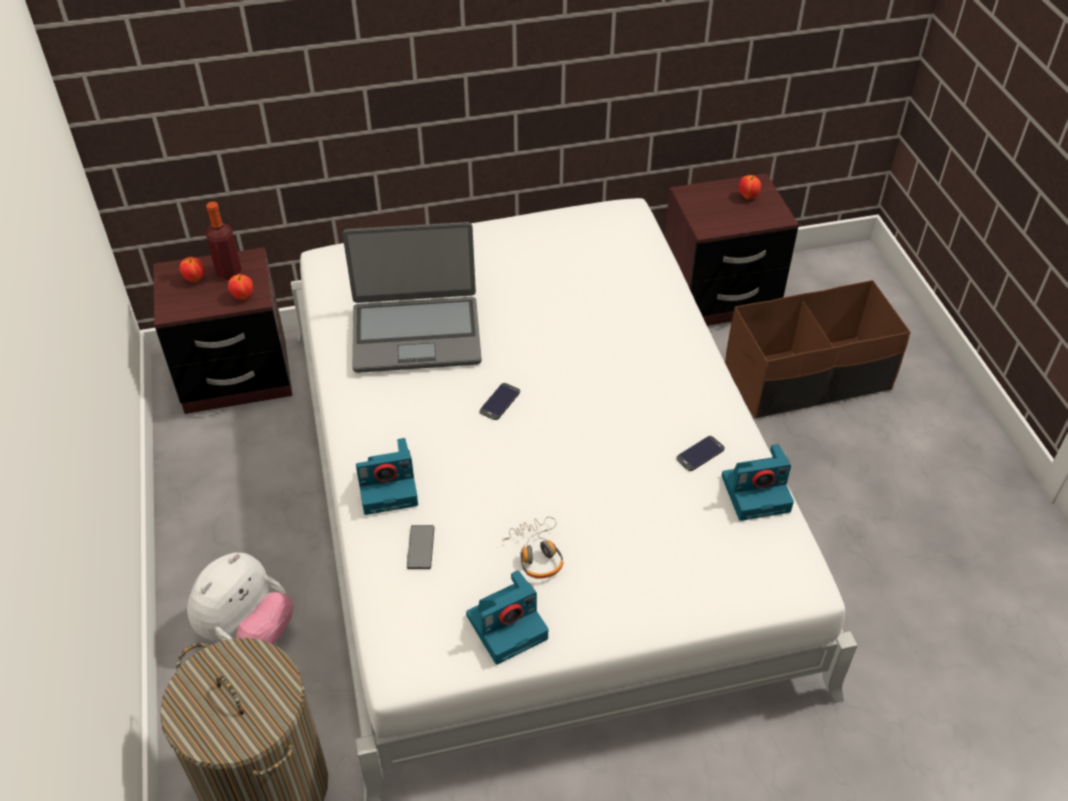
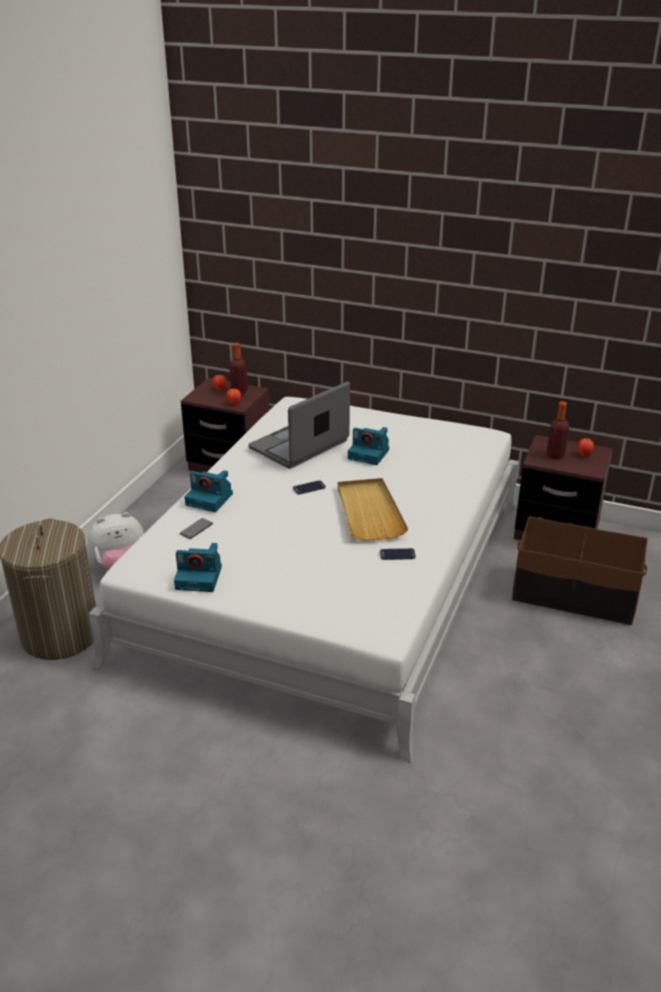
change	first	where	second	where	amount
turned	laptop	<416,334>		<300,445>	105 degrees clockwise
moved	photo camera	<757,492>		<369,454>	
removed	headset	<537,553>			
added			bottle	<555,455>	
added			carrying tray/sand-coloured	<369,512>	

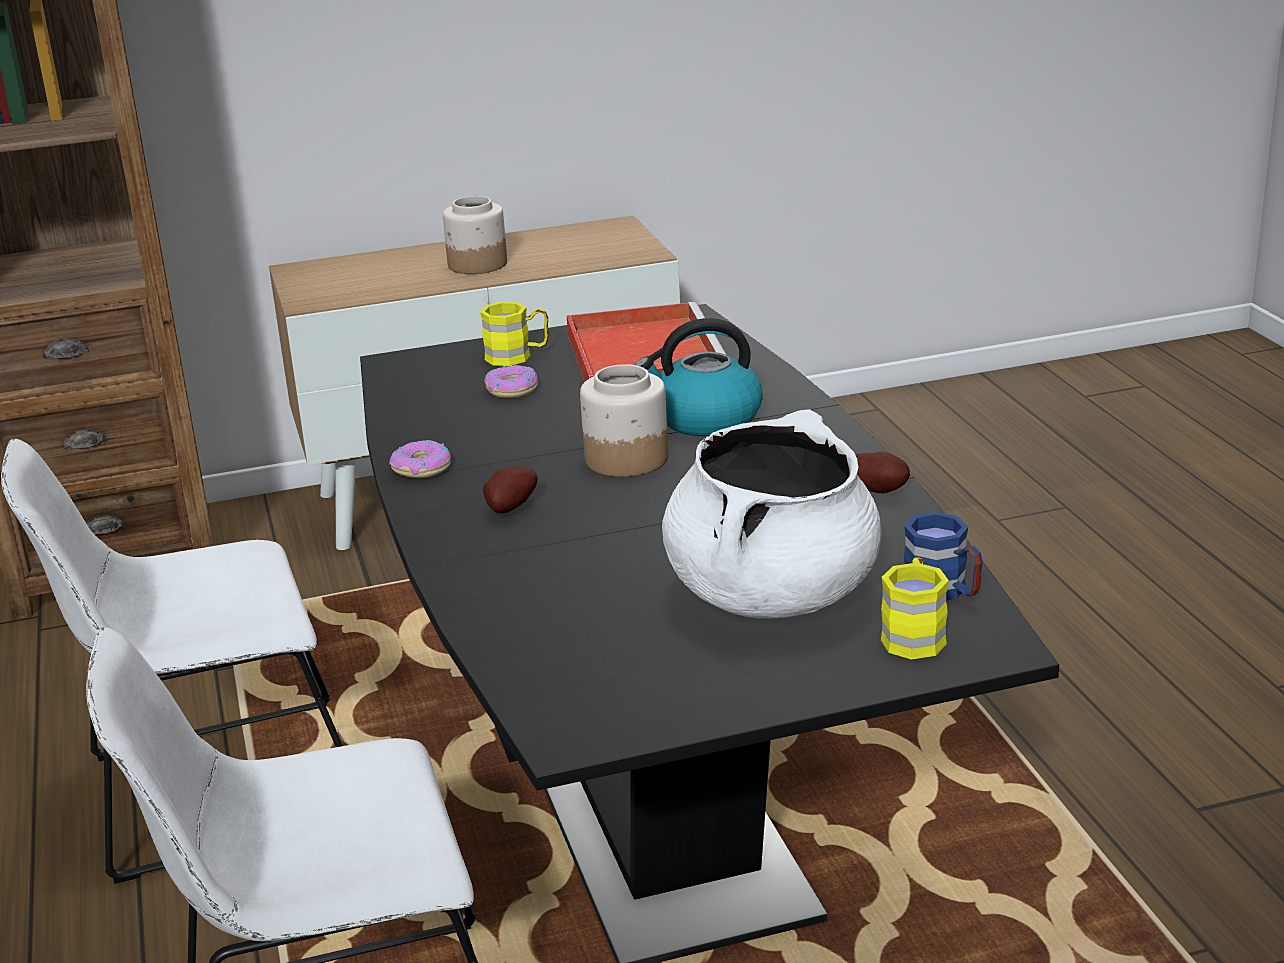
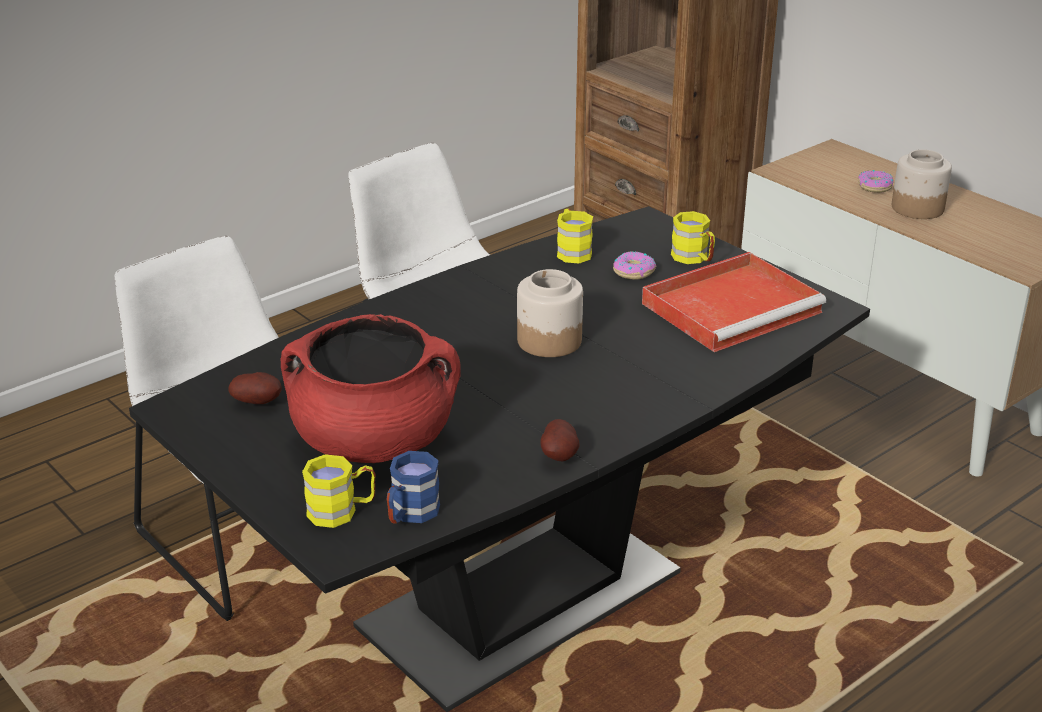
change	first	where	second	where	amount
removed	tea kettle	<705,419>			
recoloured	cooking pot/whitish	<772,594>	cooking pot/red	<375,442>	
moved	ring doughnut	<421,468>		<874,186>	
moved	spud	<508,509>		<259,402>	
added			coffee mug/yellowish	<572,251>	

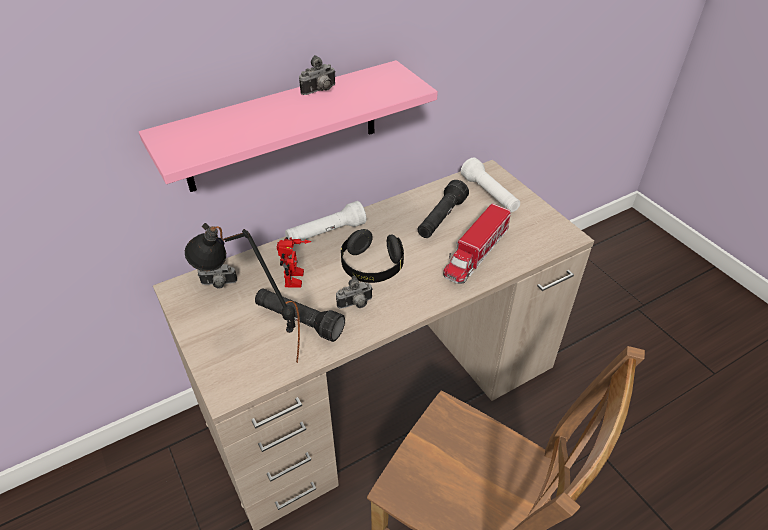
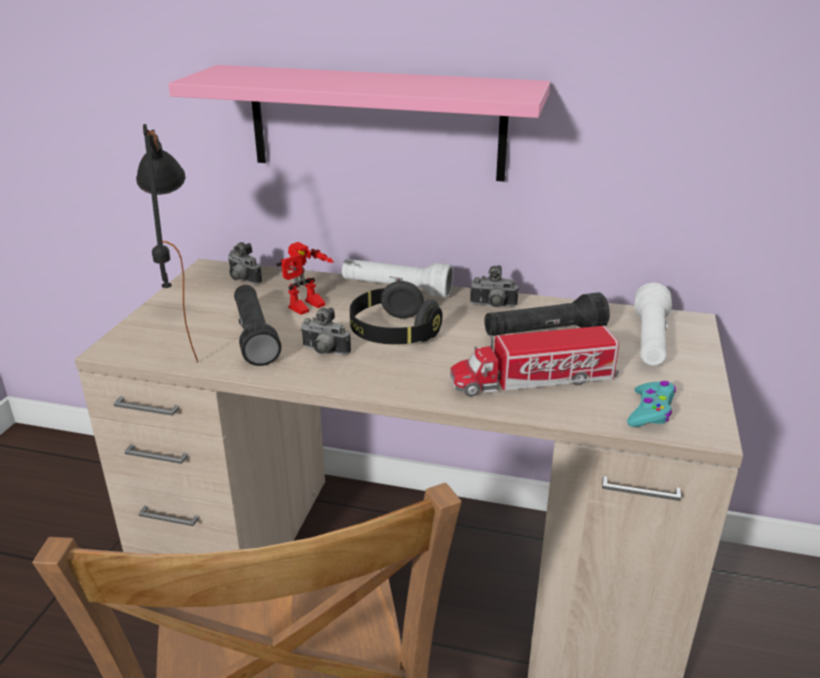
change	first	where	second	where	amount
moved	photo camera	<320,91>		<493,306>	
added			game controller/turquoise	<650,411>	

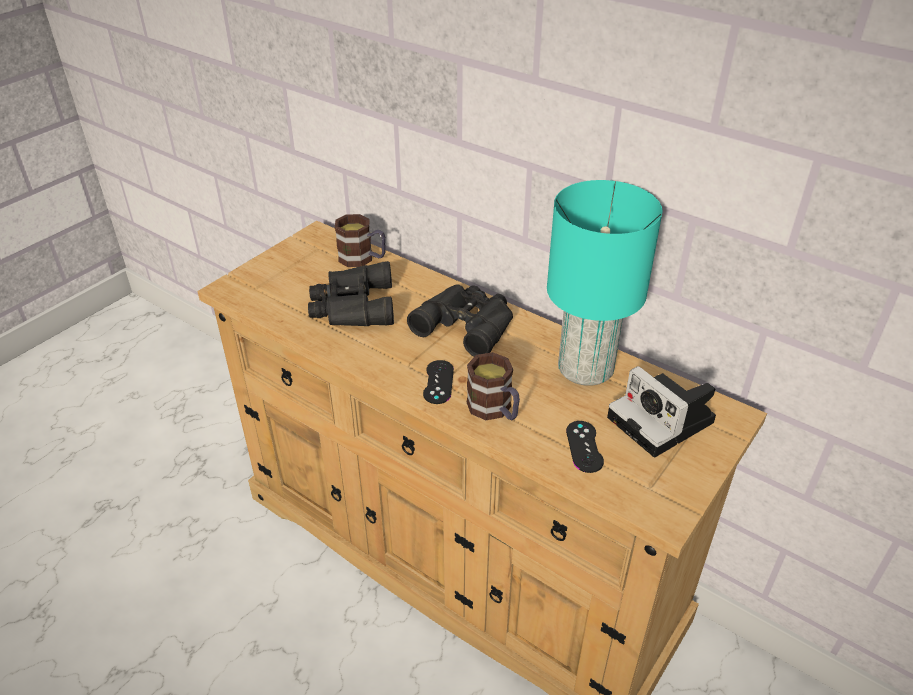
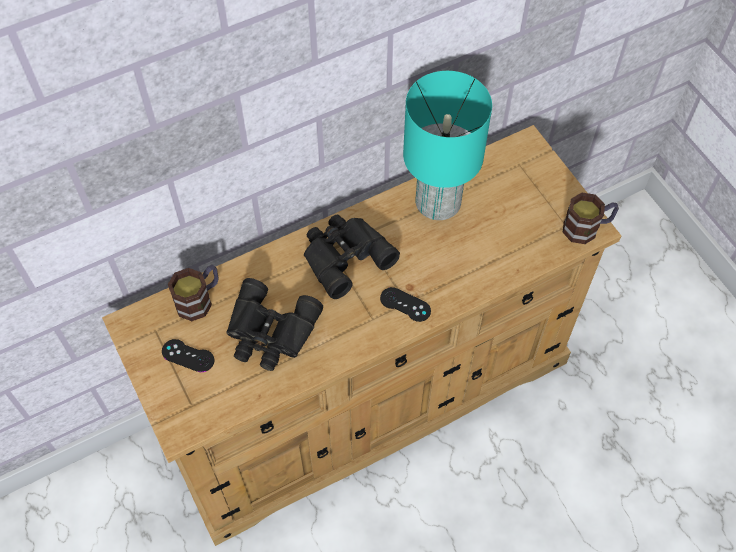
change	first	where	second	where	amount
moved	coffee mug	<495,410>		<587,228>	
removed	photo camera	<664,422>			
moved	game controller/black-coloured	<584,446>		<188,356>	

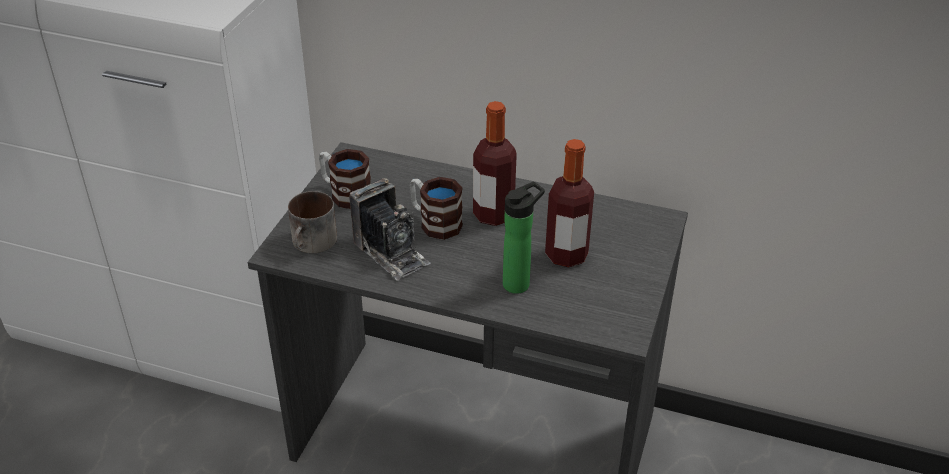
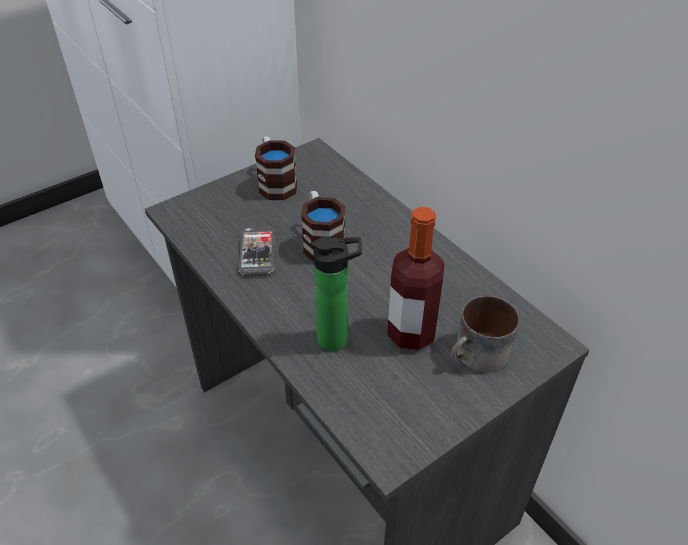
change	first	where	second	where	amount
removed	bottle	<493,215>			
replaced	photo camera	<391,252>	telephone	<257,253>	
moved	coffee mug	<313,243>		<478,356>	

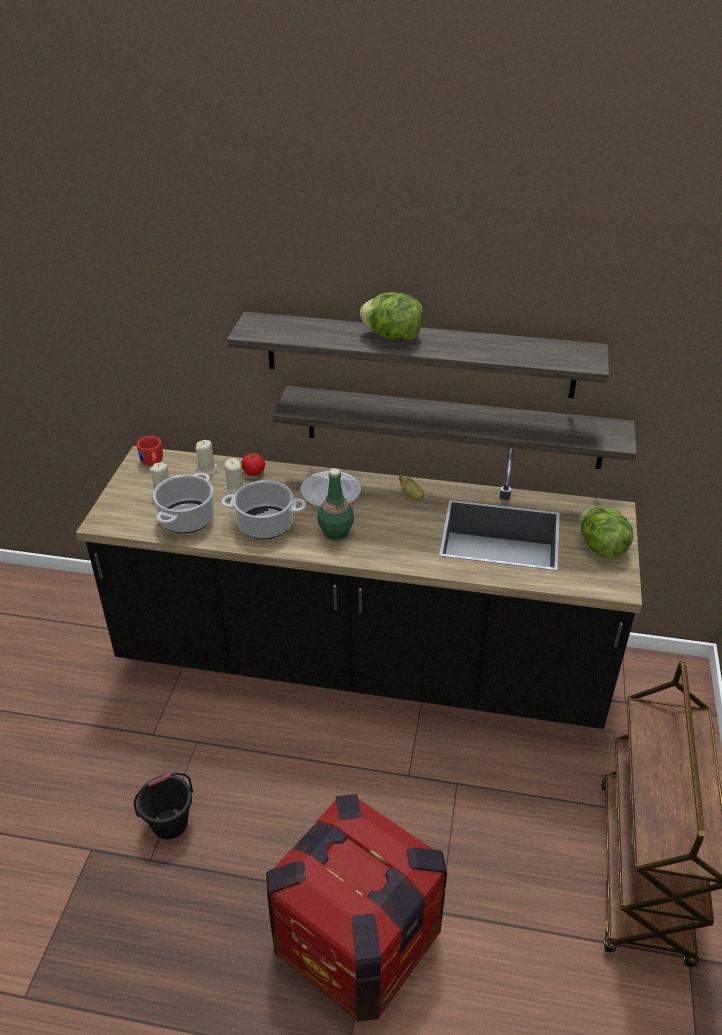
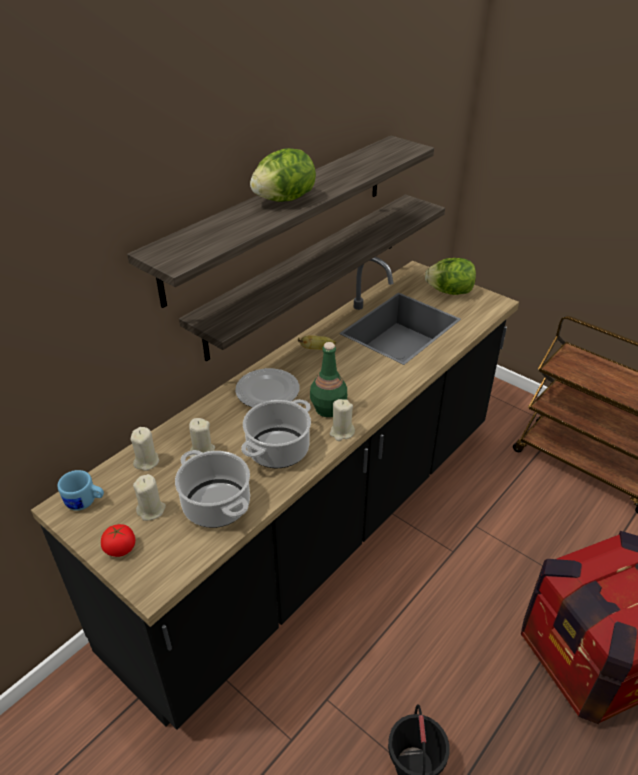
change	first	where	second	where	amount
recoloured	coffee mug/red	<152,463>	coffee mug/blue-coloured	<85,502>	
moved	tomato	<253,472>		<120,549>	
added			candle/sand-coloured	<341,432>	

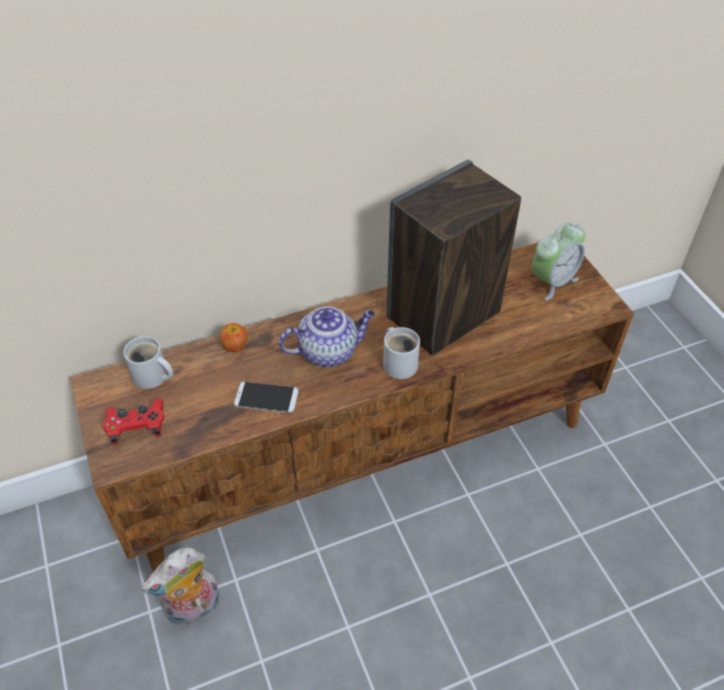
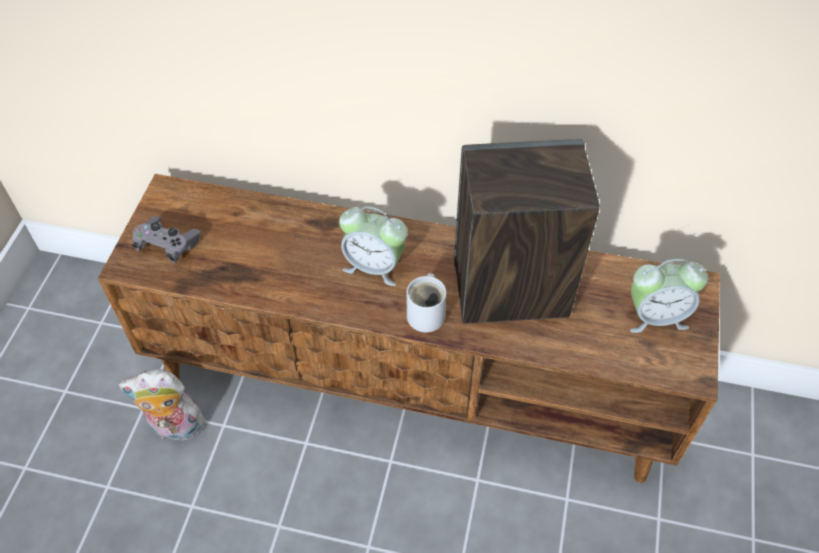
change	first	where	second	where	amount
replaced	pot for tea	<329,351>	table clock	<374,266>	
removed	whole apple	<235,346>			
removed	coffee mug/whitish	<152,377>			
removed	telephone	<266,398>			
recoloured	game controller/red	<137,427>	game controller/grey	<168,245>	

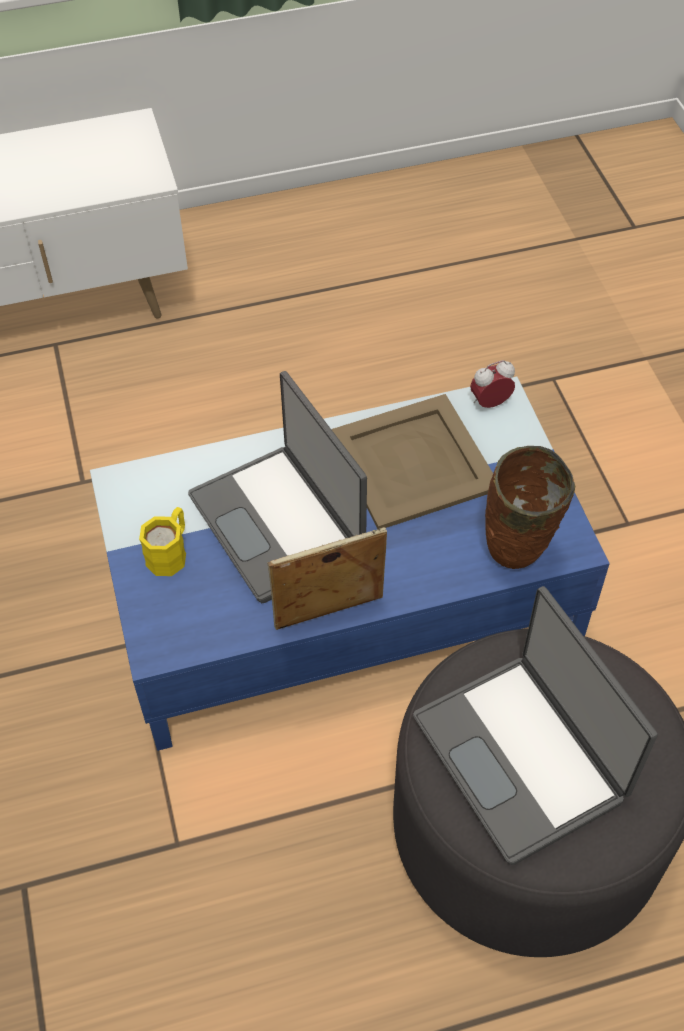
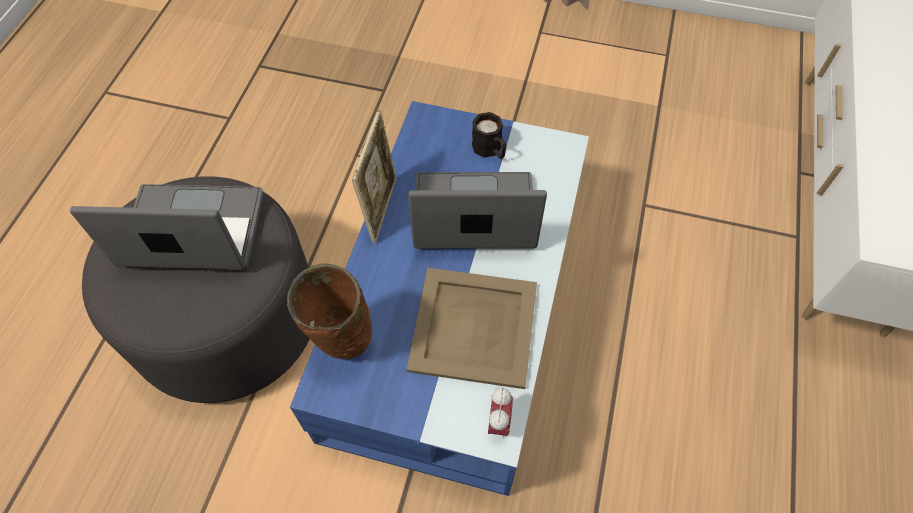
change	first	where	second	where	amount
recoloured	coffee mug/yellowish	<170,552>	coffee mug/black-coloured	<490,150>	

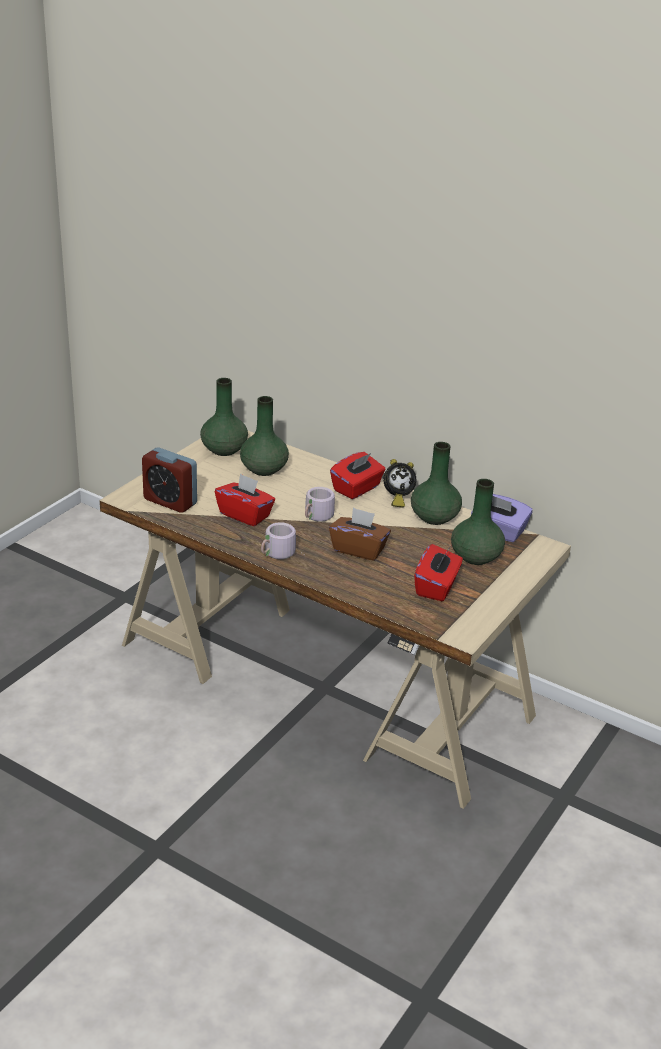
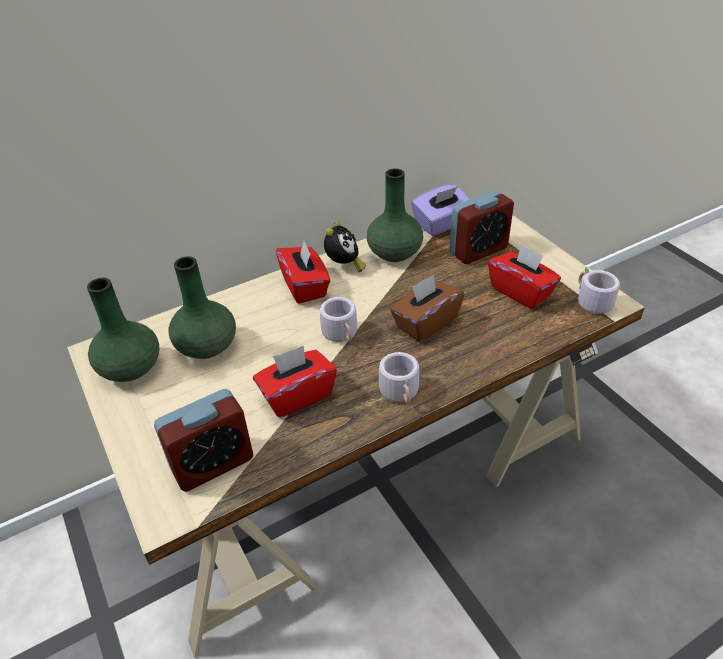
change	first	where	second	where	amount
replaced	decorative vase/green-coloured	<476,557>	table clock	<478,250>	
added			coffee mug/grey	<590,302>	

